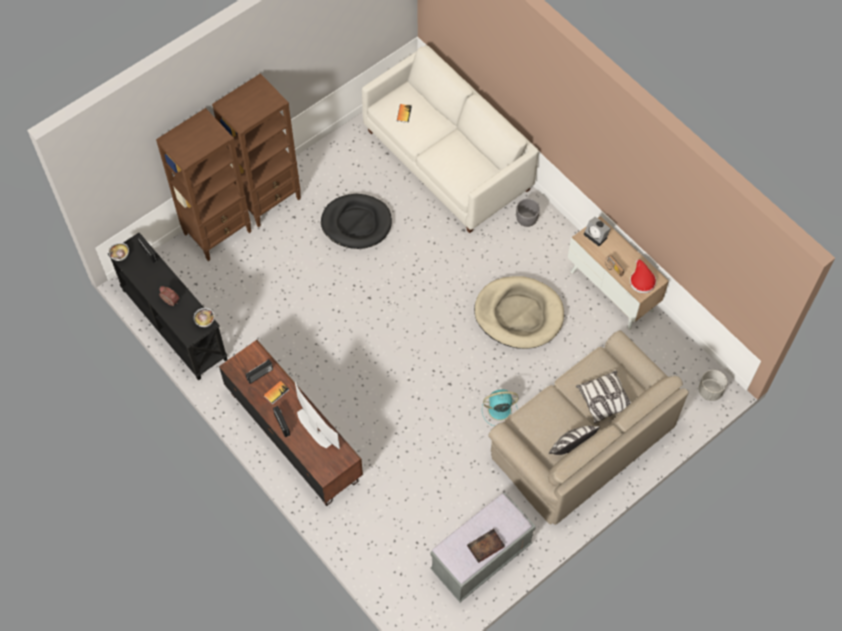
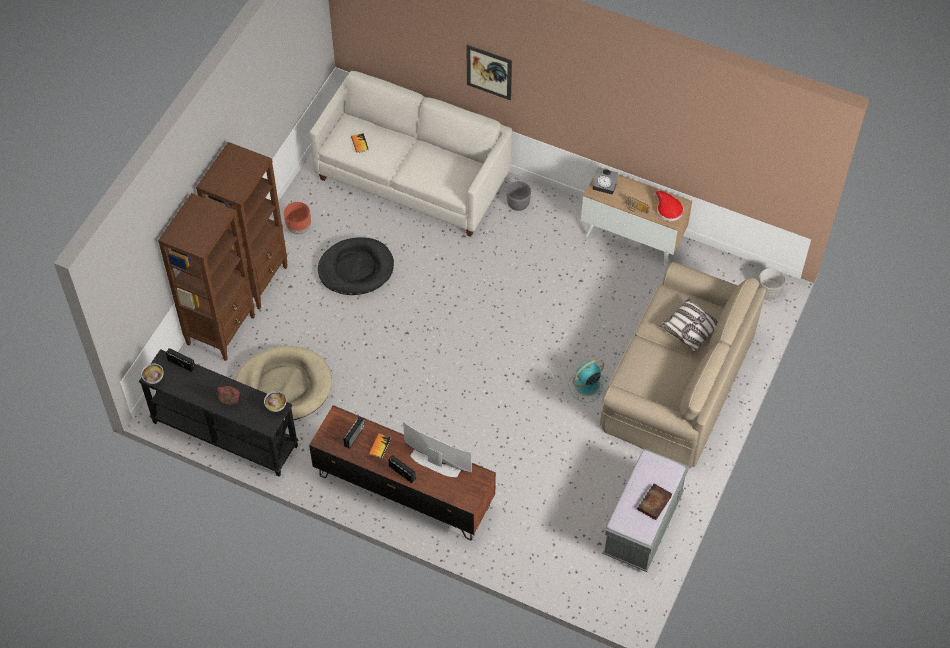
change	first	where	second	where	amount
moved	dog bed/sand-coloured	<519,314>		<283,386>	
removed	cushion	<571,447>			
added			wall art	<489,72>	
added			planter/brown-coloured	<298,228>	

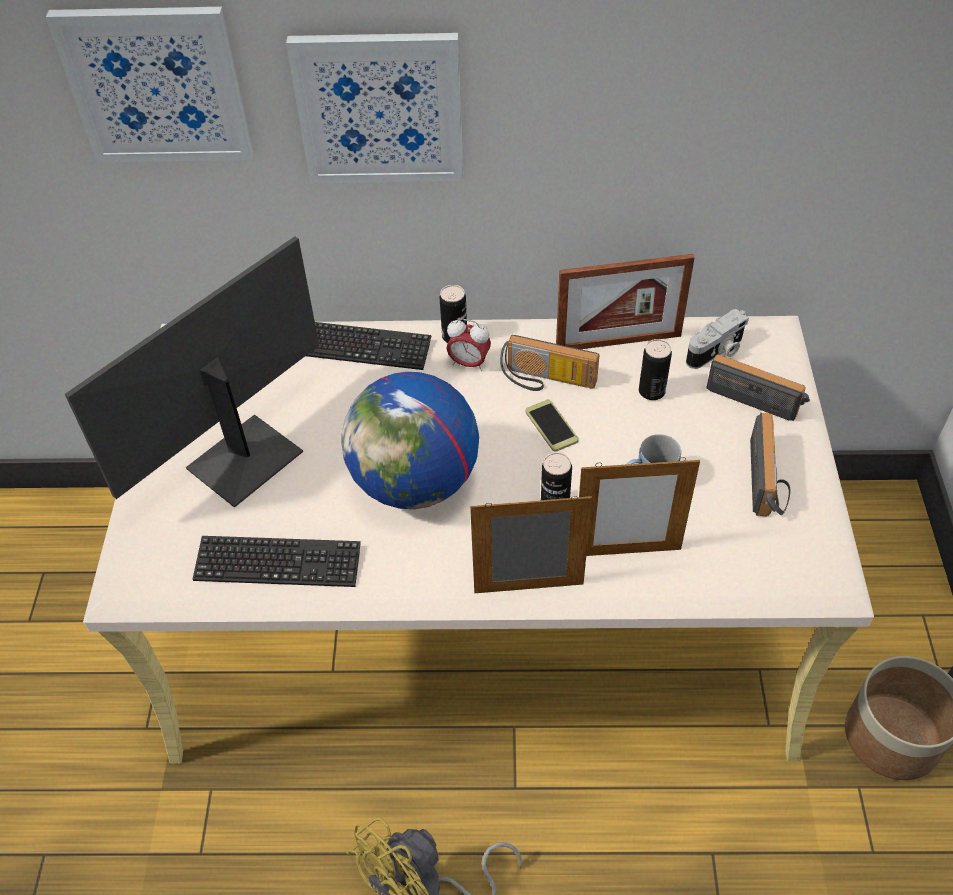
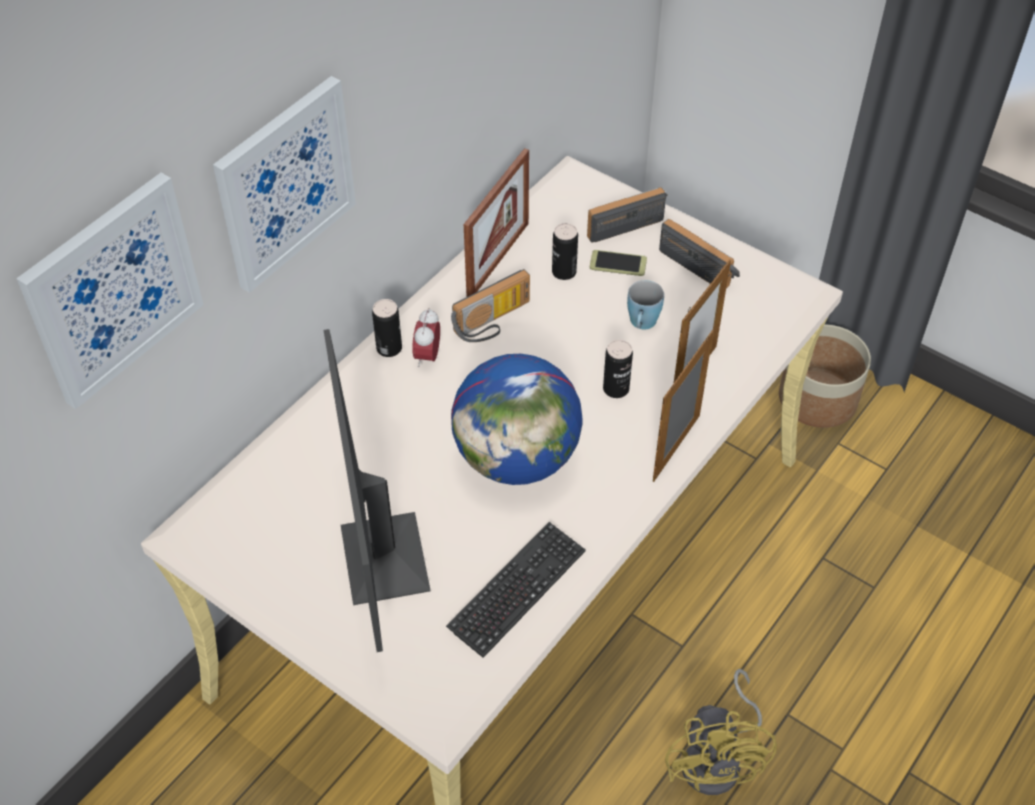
change	first	where	second	where	amount
removed	photo camera	<716,352>			
turned	table clock	<469,363>		<428,356>	135 degrees clockwise
removed	keyboard	<360,347>			
moved	telephone	<551,426>		<618,263>	

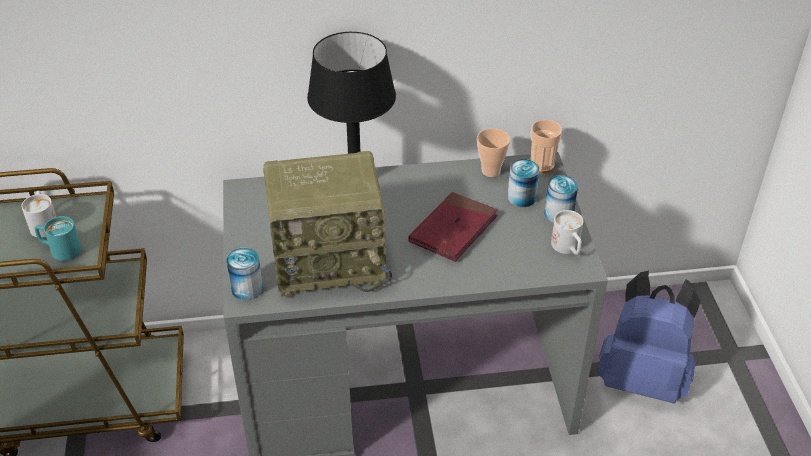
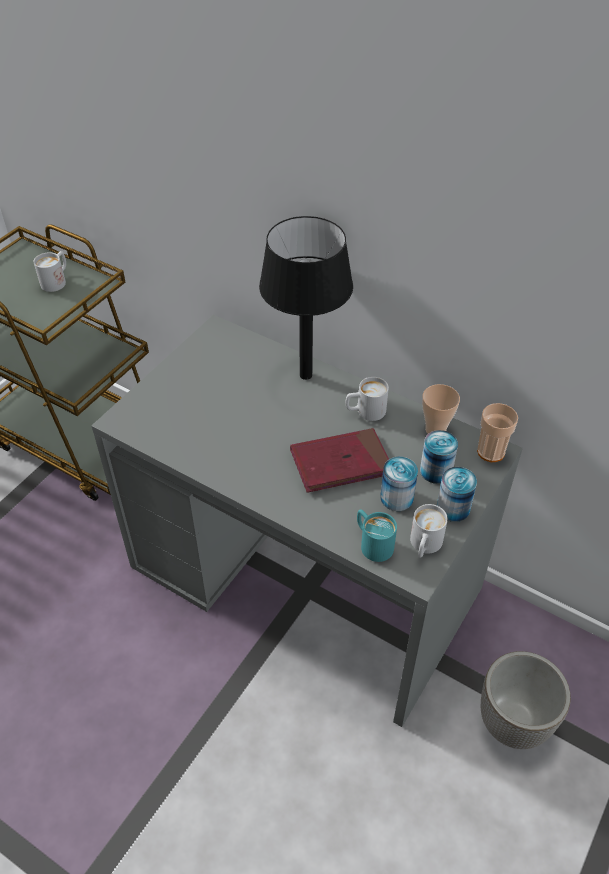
change	first	where	second	where	amount
removed	radio set	<330,259>			
moved	coffee mug/turquoise	<60,250>		<372,543>	
moved	sealed can	<247,288>		<396,497>	
replaced	backpack/blue-coloured	<642,378>	planter	<514,722>	
added			coffee mug/whitish	<365,411>	

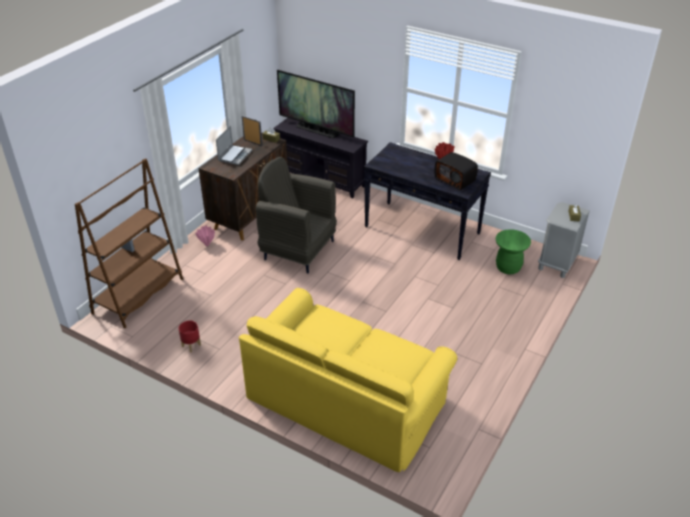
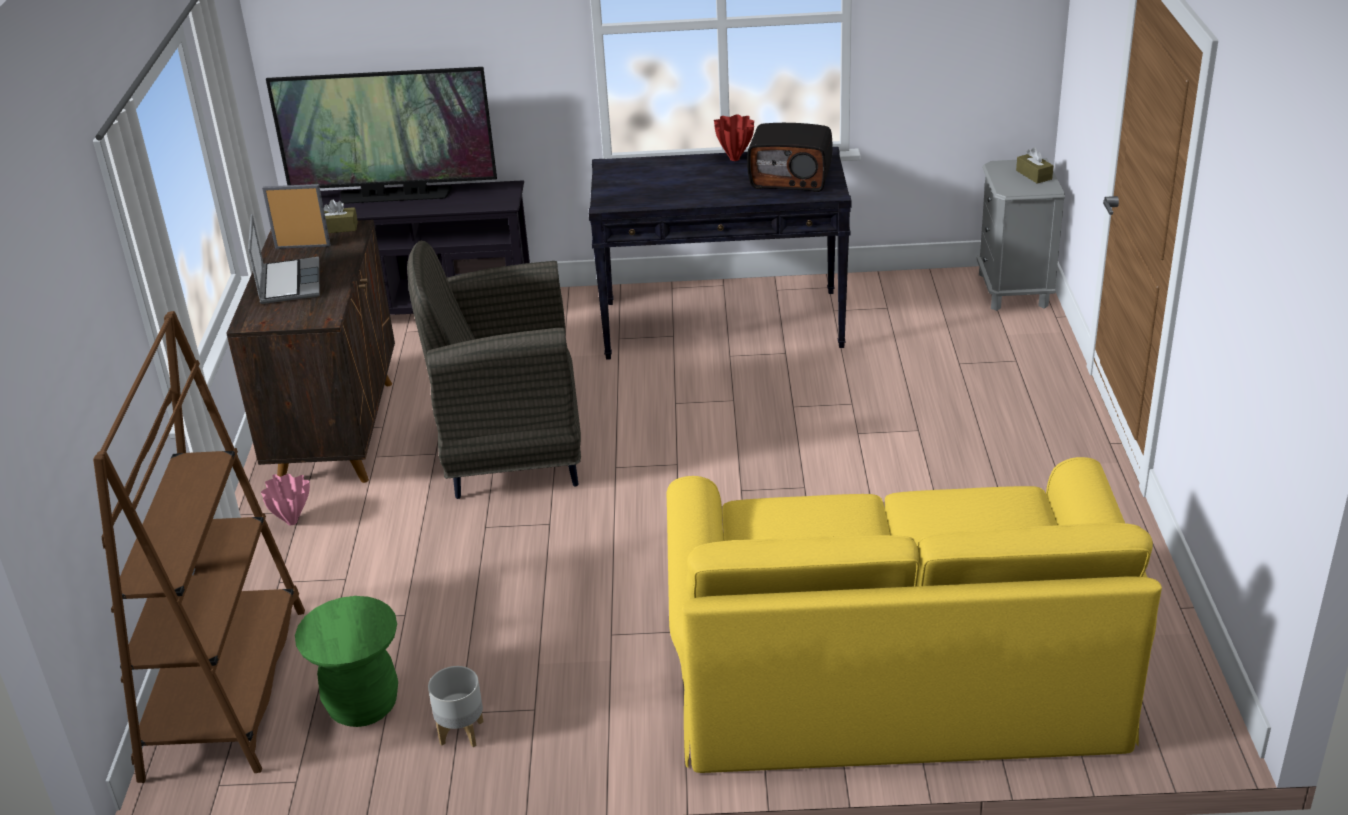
change	first	where	second	where	amount
moved	stool seat/green-coloured	<508,267>		<362,705>	
recoloured	planter/red	<191,345>	planter/grey	<462,732>	

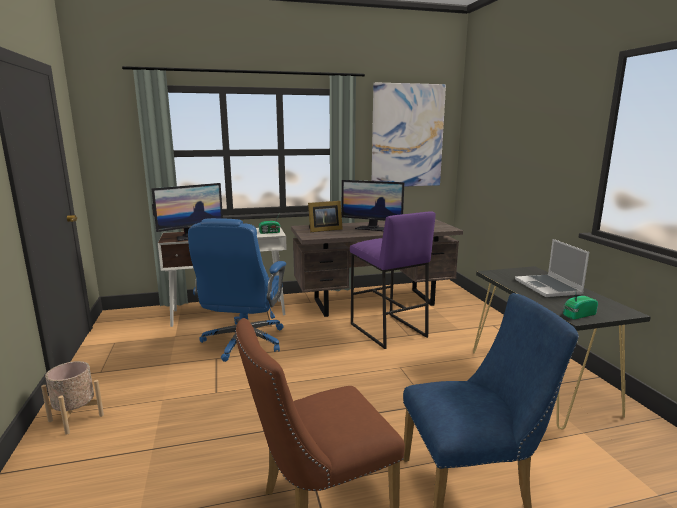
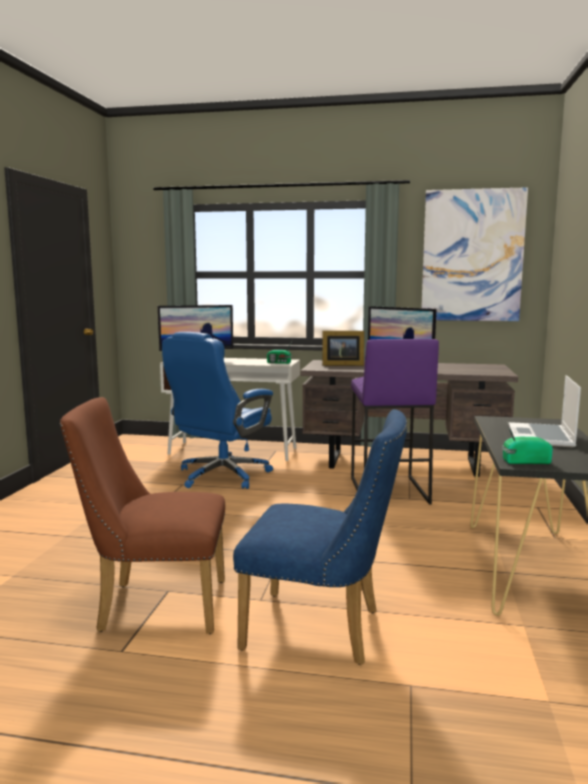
change	first	where	second	where	amount
removed	planter/sand-coloured	<76,418>			

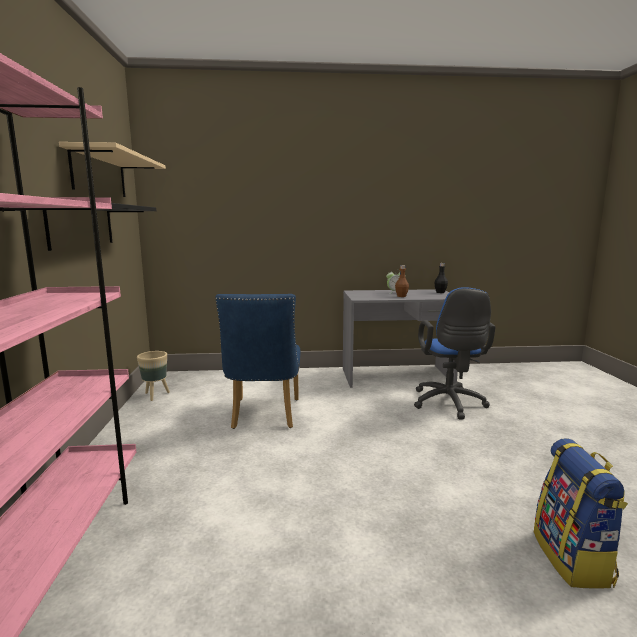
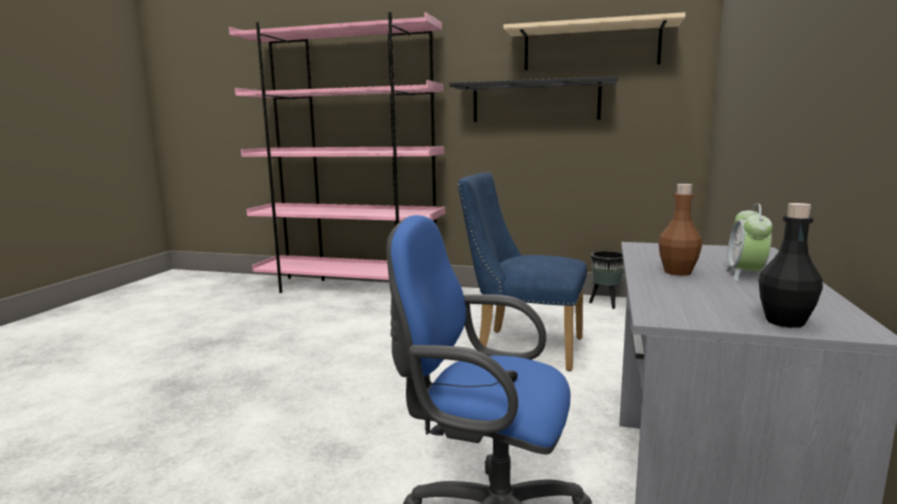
change	first	where	second	where	amount
recoloured	planter/sand-coloured	<155,395>	planter/black-coloured	<606,304>	
removed	backpack	<573,559>			

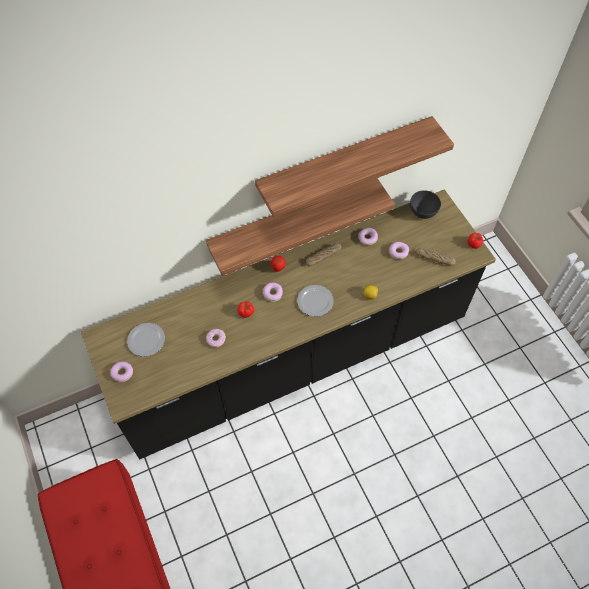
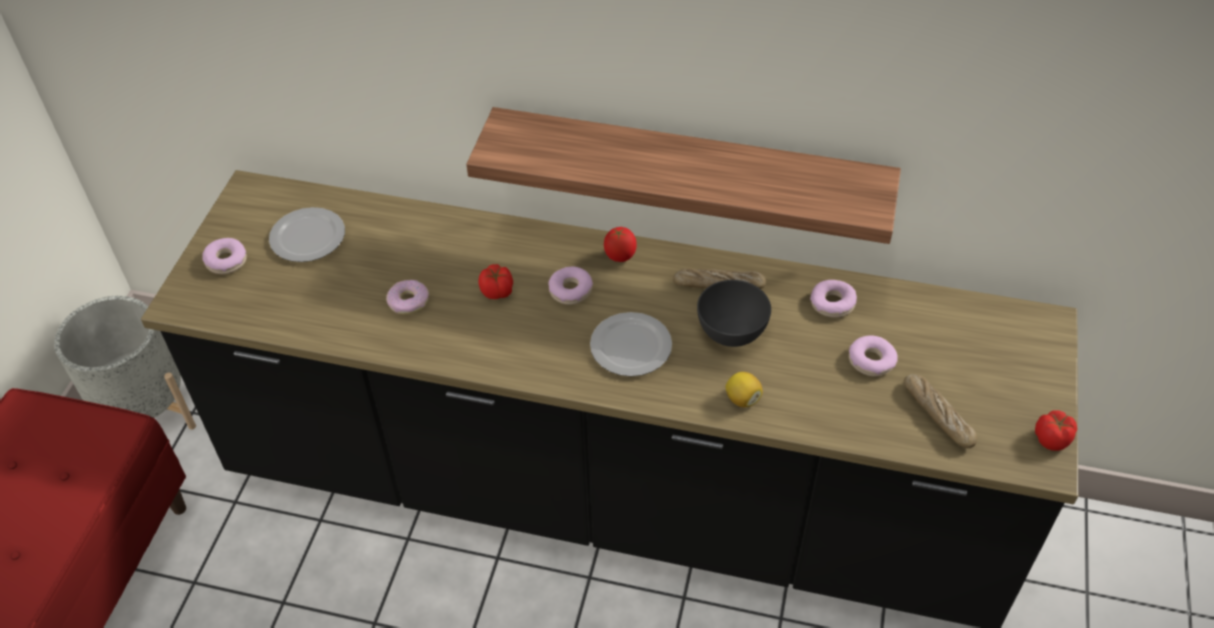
change	first	where	second	where	amount
removed	wall shelf	<344,162>			
moved	deep dish/grey	<423,212>		<731,332>	
added			planter/grey	<145,411>	

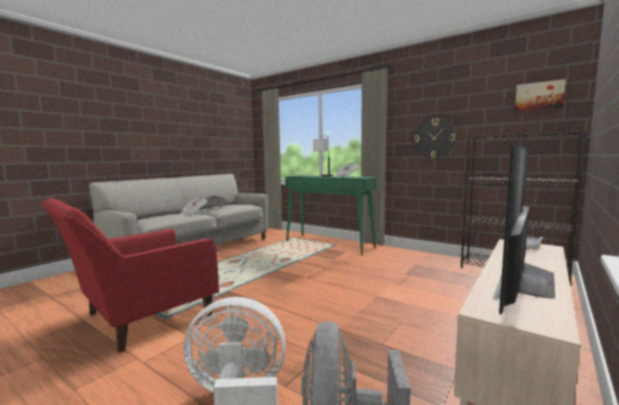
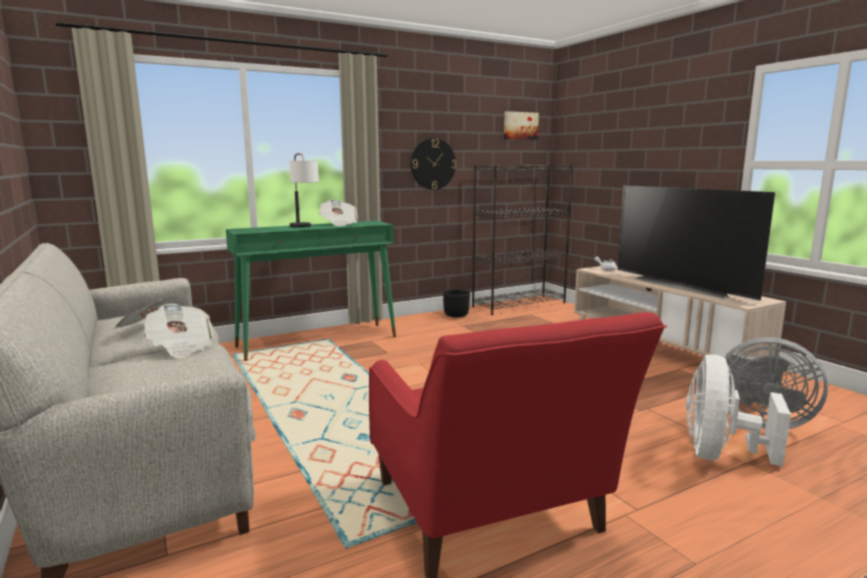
change	first	where	second	where	amount
added			planter/black-coloured	<456,315>	

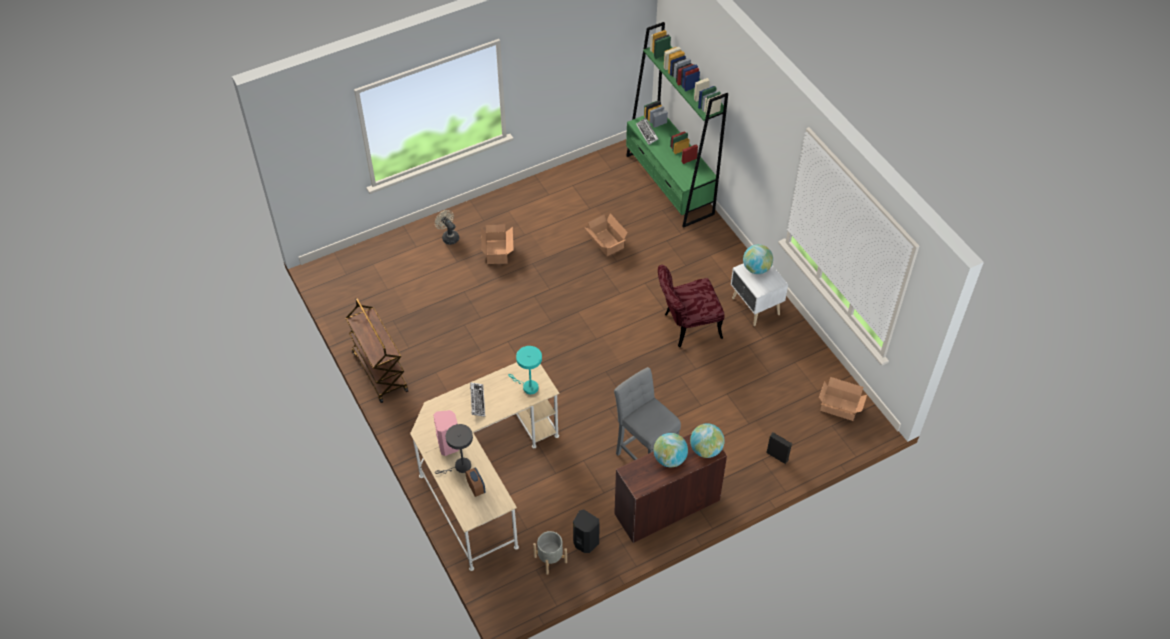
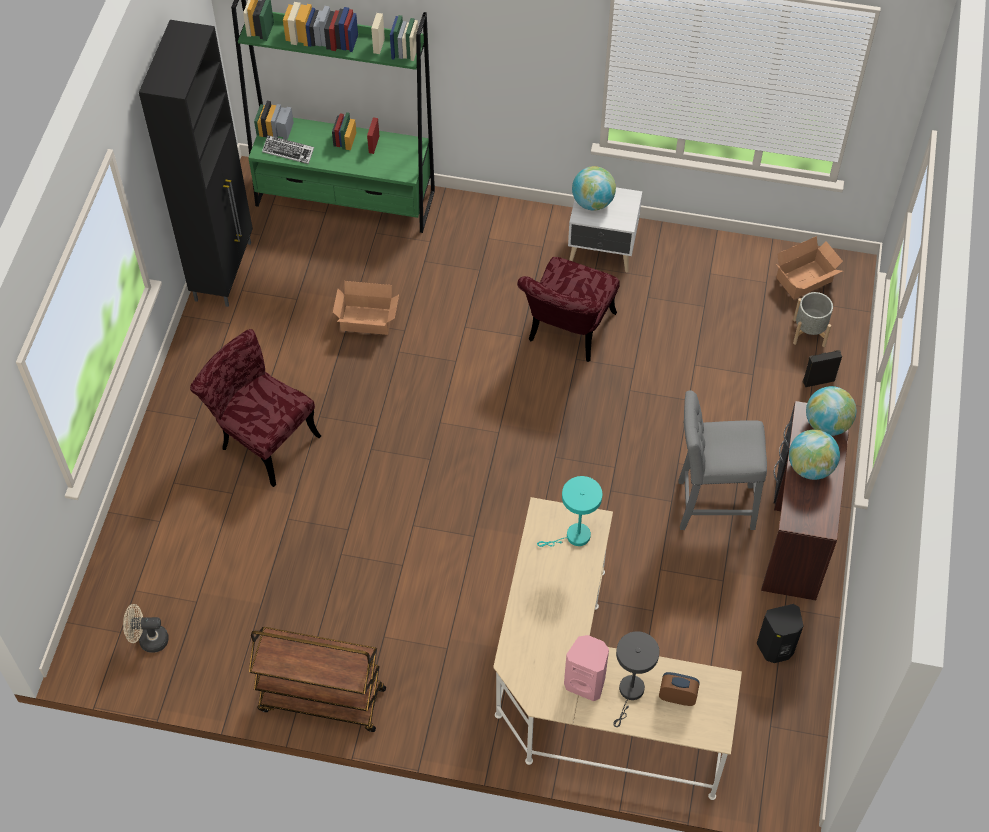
change	first	where	second	where	amount
moved	fan/sand-coloured	<448,237>		<148,640>	
replaced	carton	<498,251>	chair/red	<262,438>	
removed	keyboard	<477,401>			
moved	planter/grey	<550,559>		<809,332>	
added			storage cabinet/black-coloured	<224,270>	

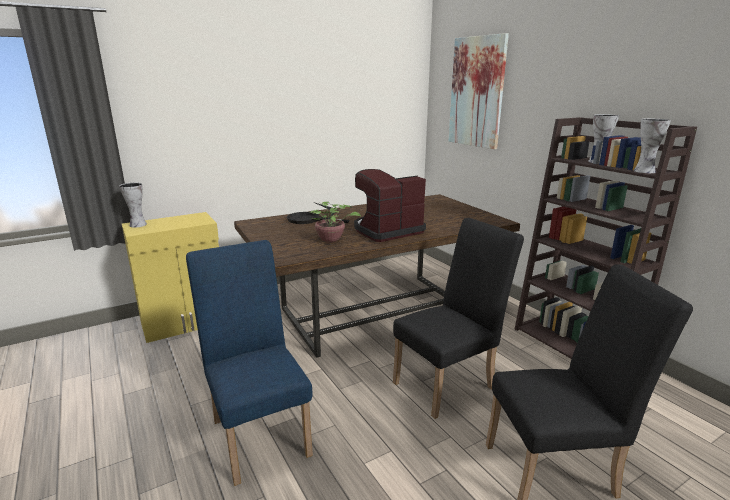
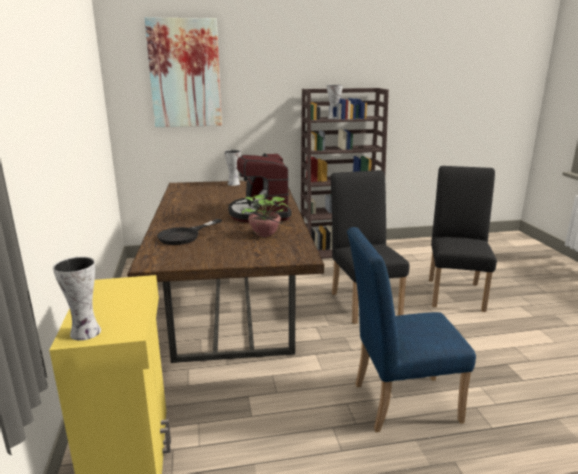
change	first	where	second	where	amount
moved	decorative vase	<644,171>		<233,184>	

